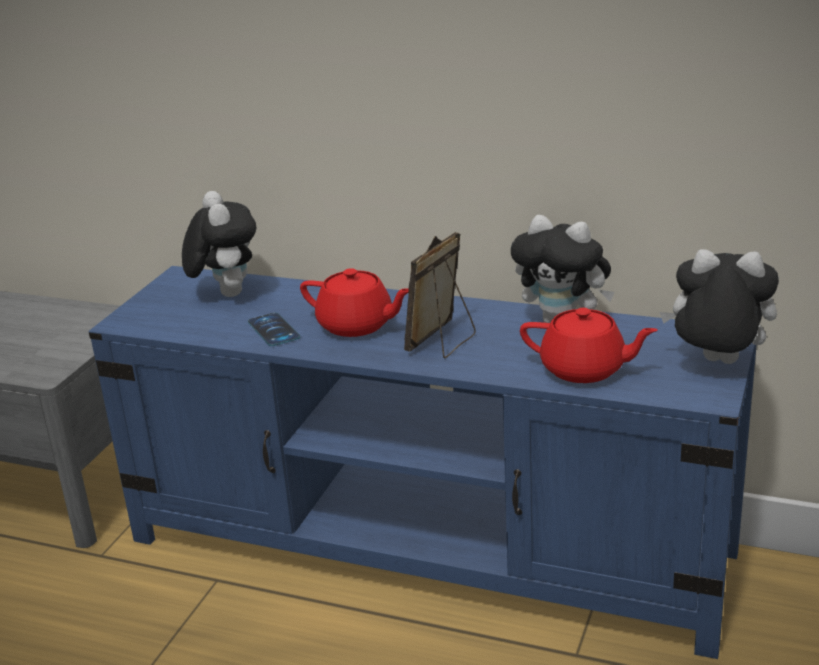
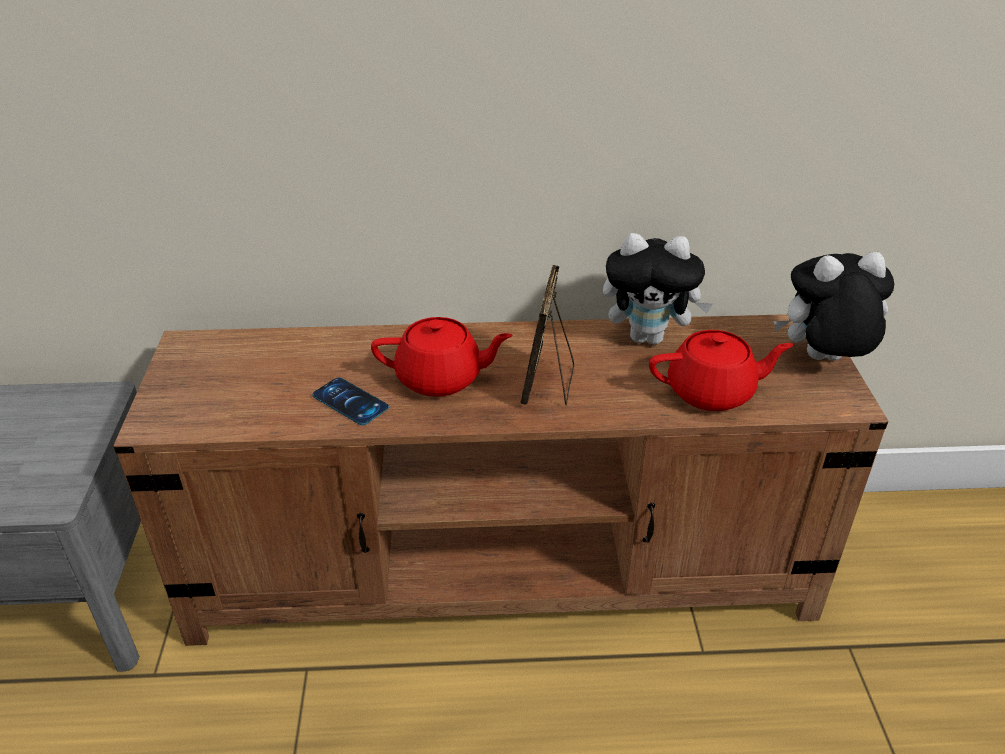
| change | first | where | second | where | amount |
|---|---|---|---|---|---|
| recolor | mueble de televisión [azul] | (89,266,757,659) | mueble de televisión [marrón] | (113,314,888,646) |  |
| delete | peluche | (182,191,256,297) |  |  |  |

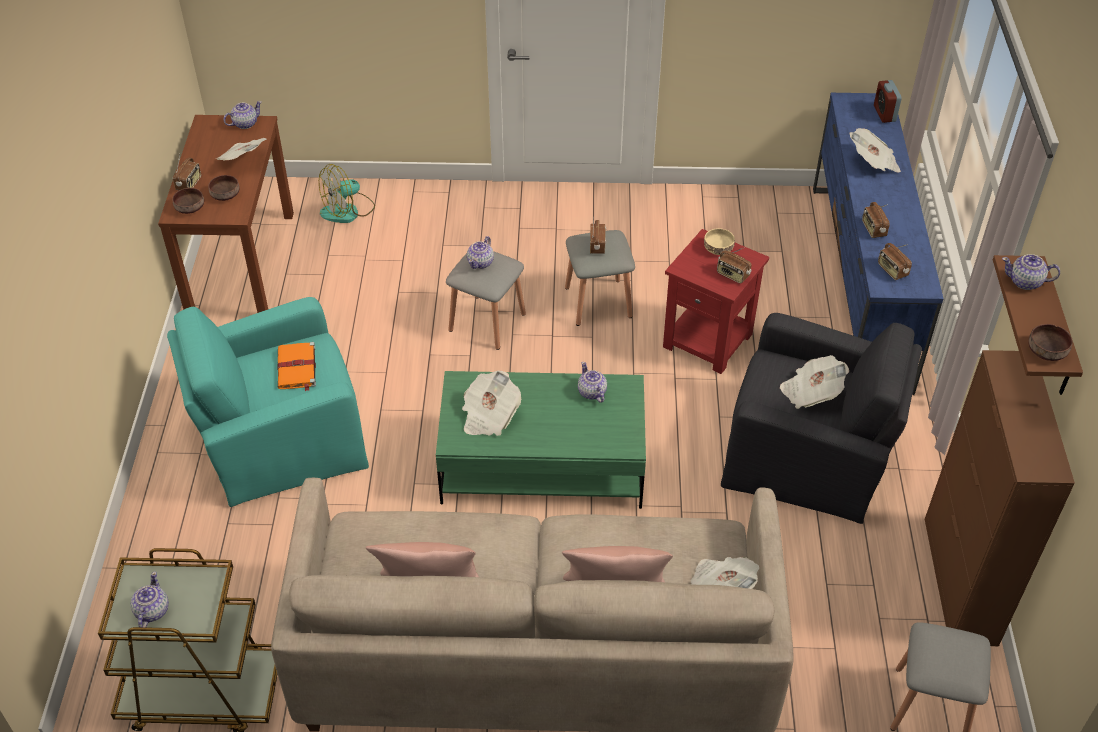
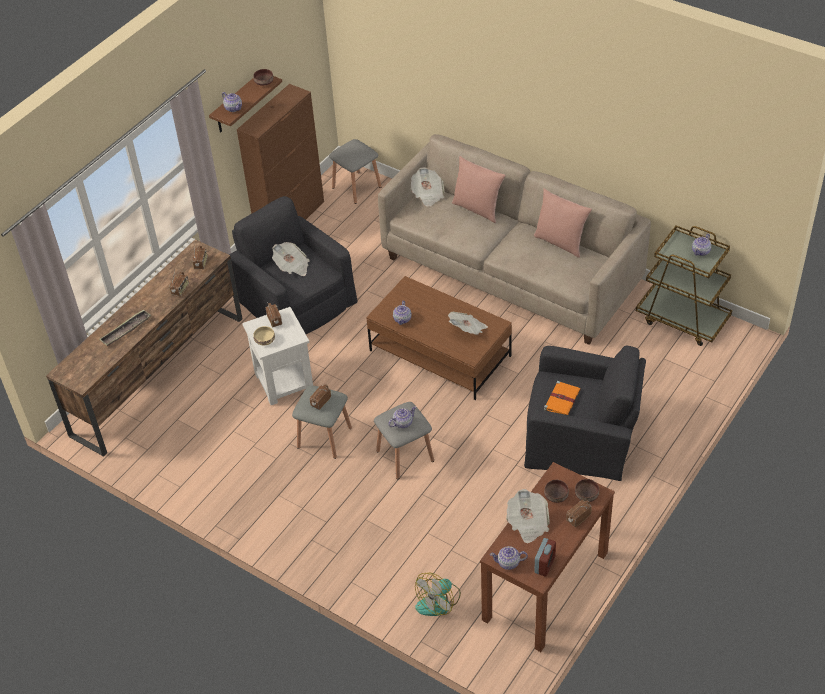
| change | first | where | second | where | amount |
|---|---|---|---|---|---|
| recolor | mueble de televisión [azul] | (813,93,944,395) | mueble de televisión [marrón] | (46,239,242,457) |  |
| replace | periódico | (849,128,901,172) | bandeja | (99,309,151,346) |  |
| recolor | mesa auxiliar [rojo] | (663,229,769,374) | mesa auxiliar [blanco] | (242,307,313,405) |  |
| recolor | mesa de centro [verde] | (436,371,646,509) | mesa de centro [marrón] | (366,276,512,400) |  |
| rotate | ventilador | (319,164,375,223) |  | (415,572,461,616) | 135 degrees clockwise |
| recolor | sillón [turquesa] | (167,297,369,507) | sillón [negro] | (524,346,646,481) |  |
| move | despertador | (874,80,902,123) |  | (534,538,556,577) |  |

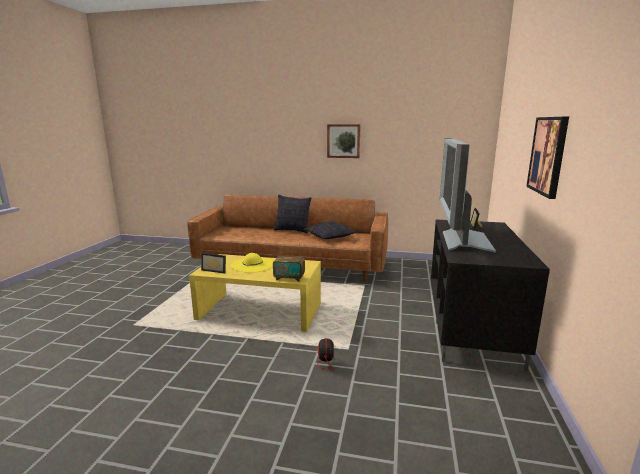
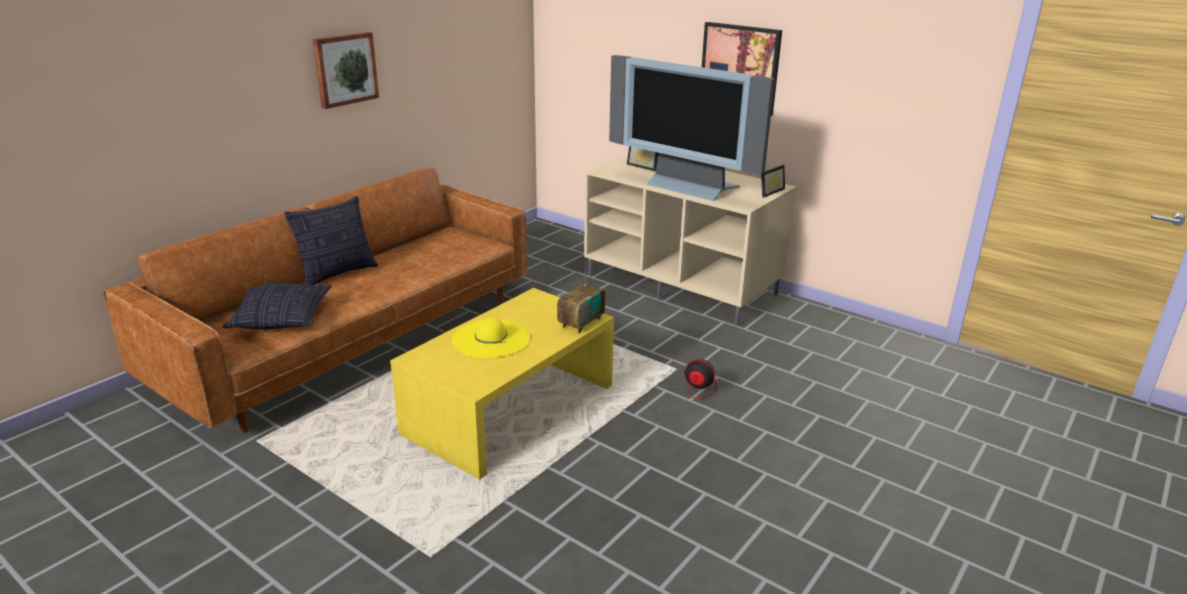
| change | first | where | second | where | amount |
|---|---|---|---|---|---|
| move | cojín | (304,222,357,239) |  | (222,283,332,329) |  |
| recolor | mueble de televisión [negro] | (431,220,550,372) | mueble de televisión [beis] | (584,155,796,326) |  |
| move | portarretratos | (201,253,226,274) |  | (761,165,785,198) |  |

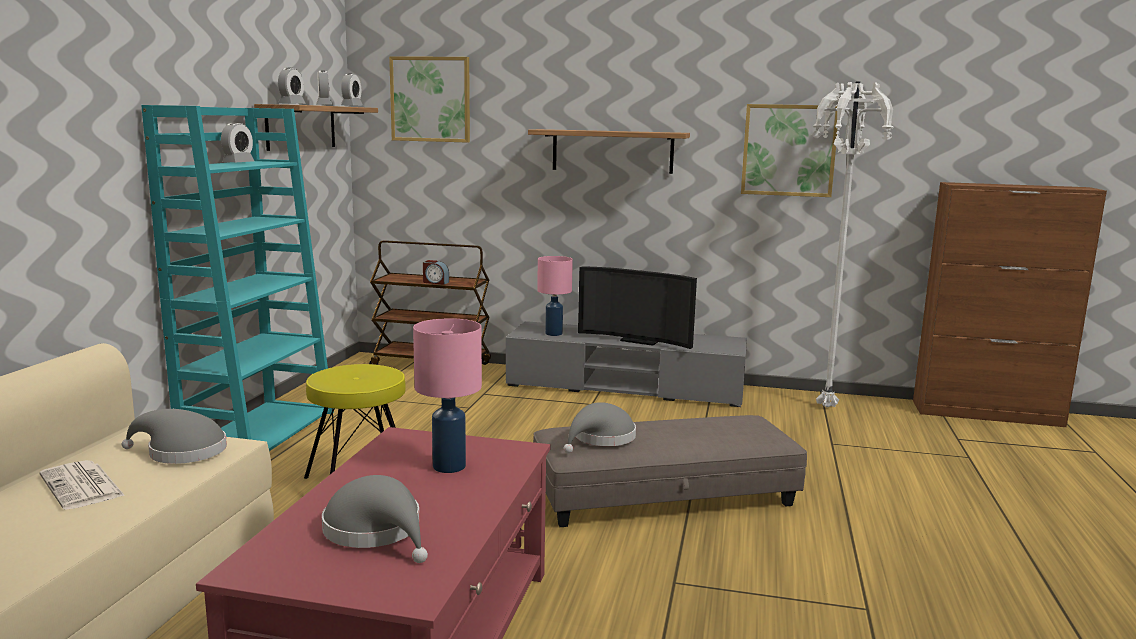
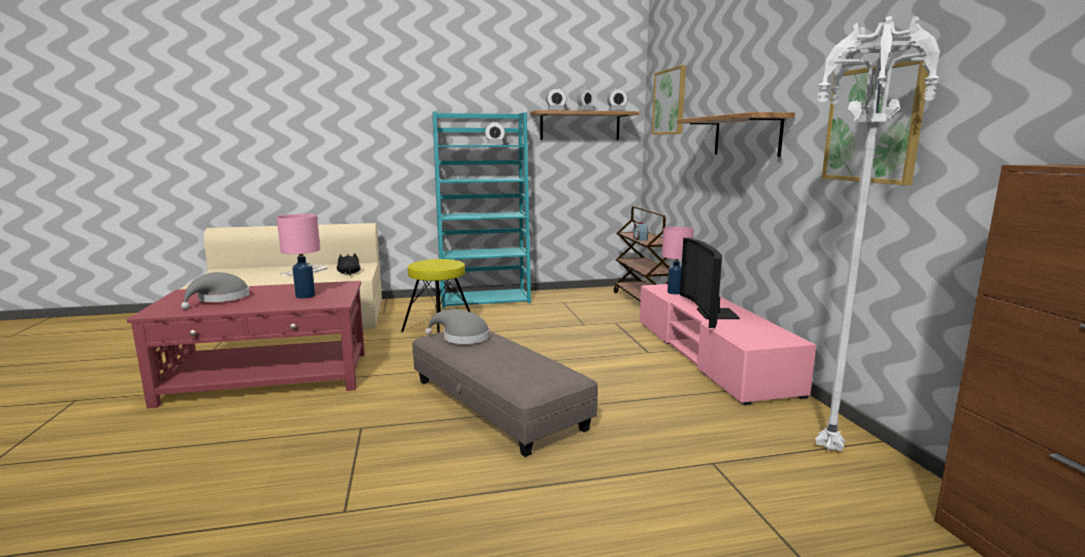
| change | first | where | second | where | amount |
|---|---|---|---|---|---|
| replace | sombrero [gris] | (122,409,227,464) | peluche [negro] | (337,253,361,276) |  |
| recolor | mueble de televisión [gris] | (506,321,747,407) | mueble de televisión [rosa] | (640,284,816,405) |  |

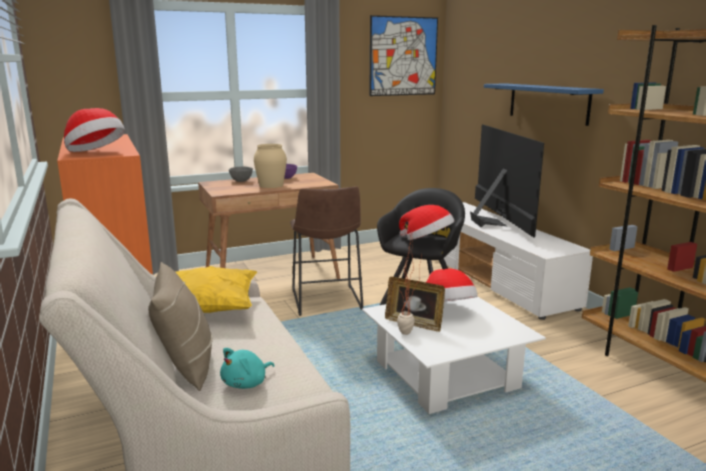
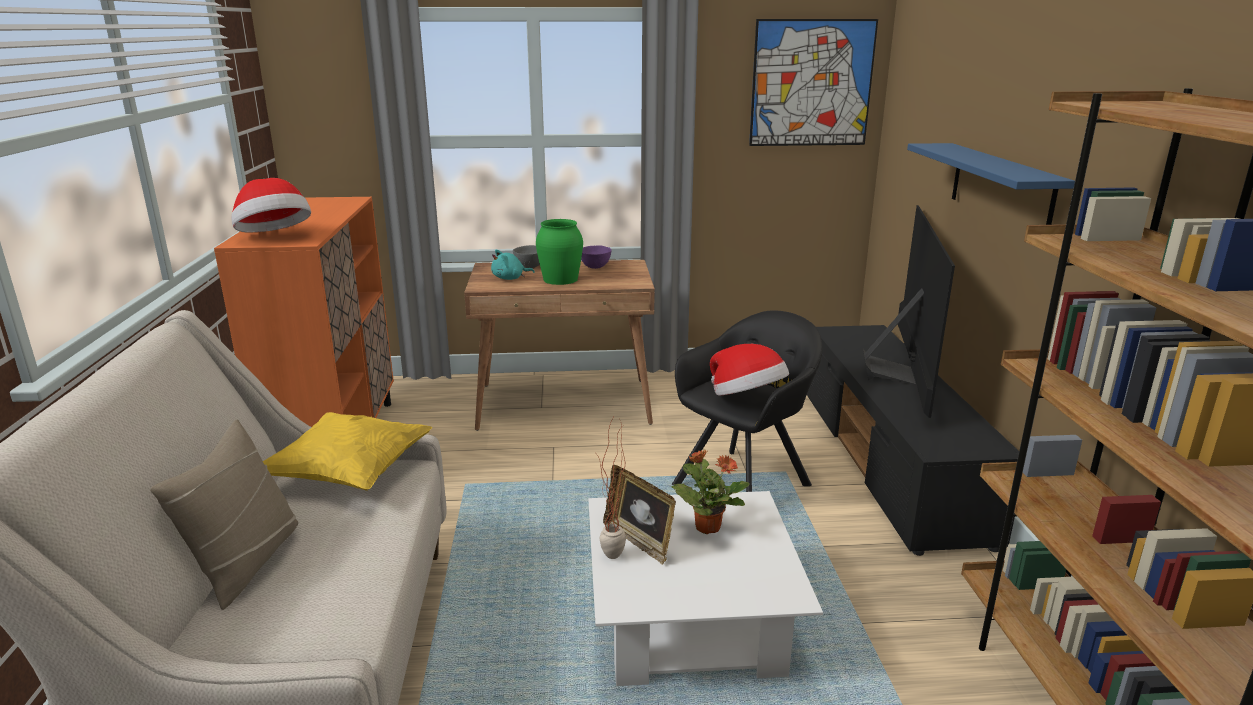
| change | first | where | second | where | amount |
|---|---|---|---|---|---|
| move | peluche [turquesa] | (220,348,274,389) |  | (491,250,535,280) |  |
| recolor | florero [beis] | (254,144,287,188) | florero [verde] | (536,219,583,285) |  |
| replace | sombrero | (426,268,478,301) | planta en maceta | (672,450,750,534) |  |
| recolor | mueble de televisión [blanco] | (444,202,593,320) | mueble de televisión [negro] | (807,325,1019,556) |  |
| delete | taburete [marrón] | (290,186,363,316) |  |  |  |

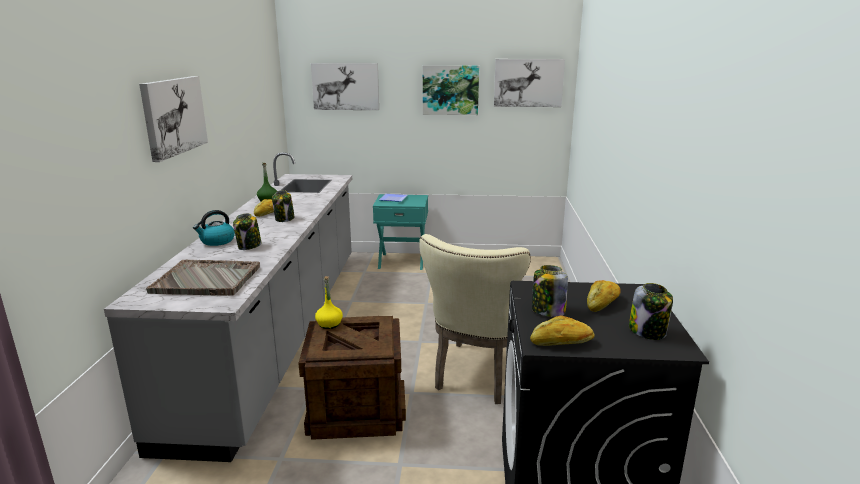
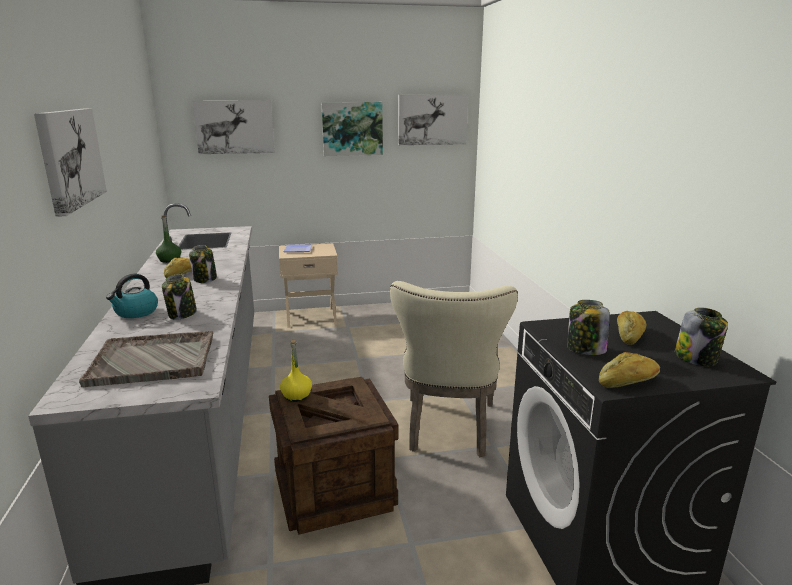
| change | first | where | second | where | amount |
|---|---|---|---|---|---|
| recolor | mesita de noche [turquesa] | (373,194,428,270) | mesita de noche [beis] | (279,243,338,328) |  |

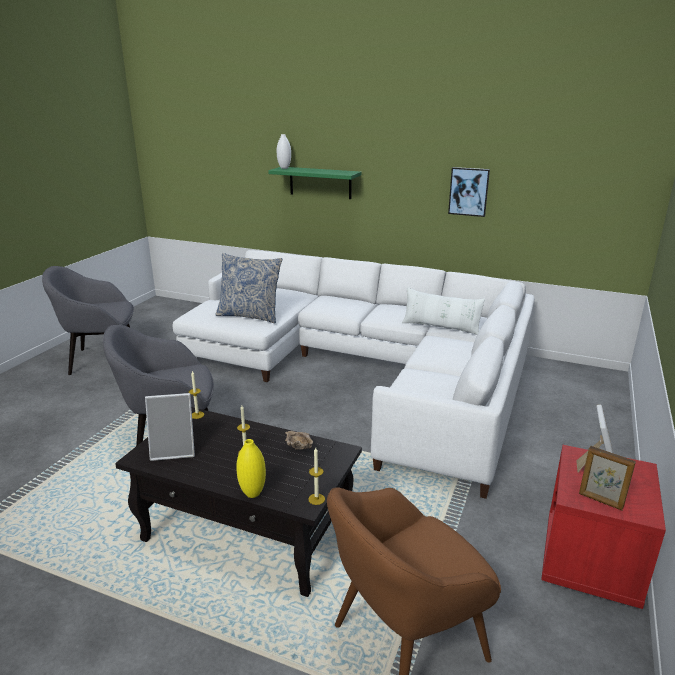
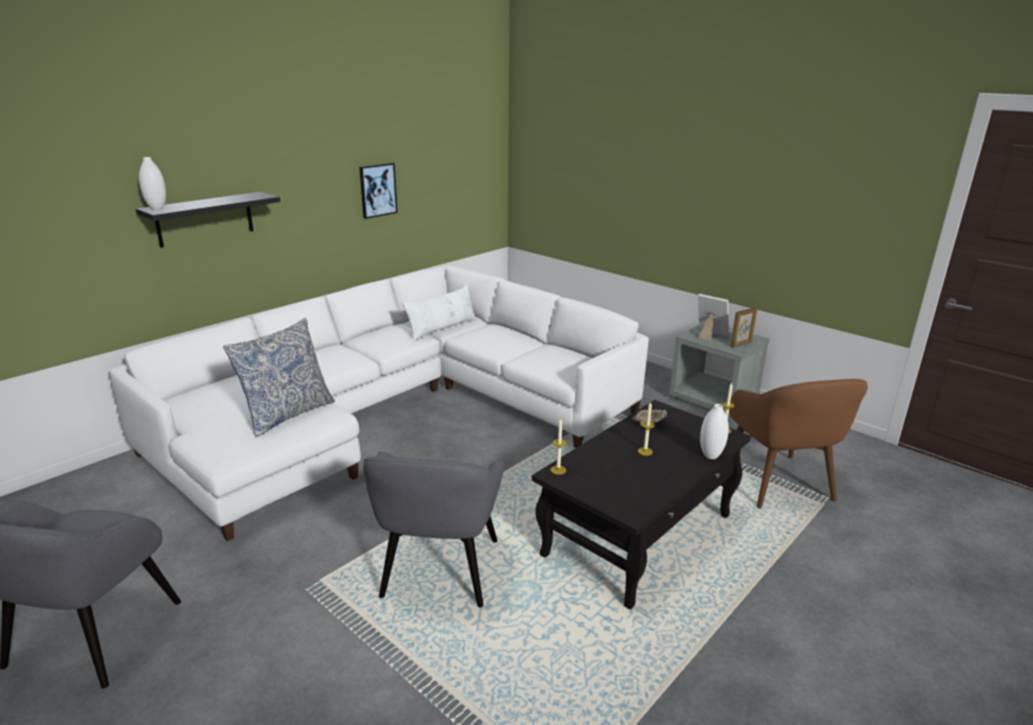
| change | first | where | second | where | amount |
|---|---|---|---|---|---|
| recolor | estante [verde] | (268,167,361,199) | estante [negro] | (136,192,281,247) |  |
| recolor | mesita de noche [rojo] | (541,445,666,609) | mesita de noche [gris] | (669,325,770,418) |  |
| recolor | florero [amarillo] | (236,439,266,498) | florero [blanco] | (700,404,729,459) |  |
| delete | portarretratos | (145,393,195,461) |  |  |  |

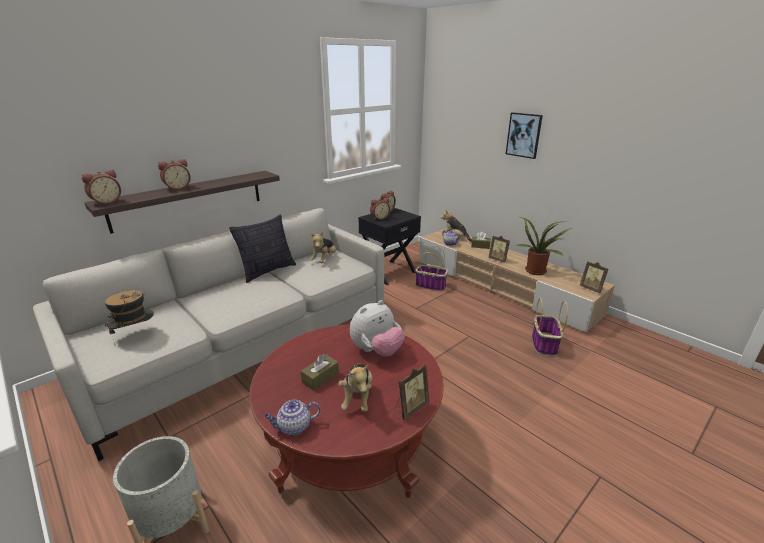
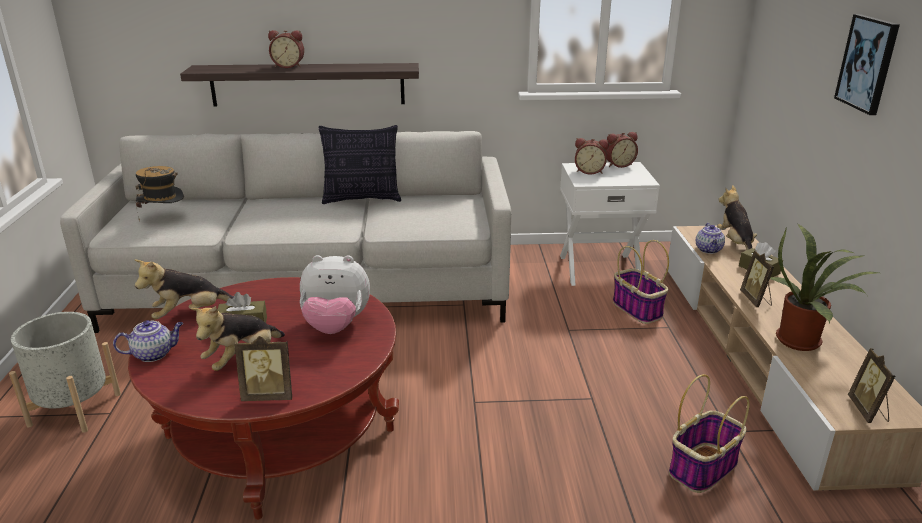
| change | first | where | second | where | amount |
|---|---|---|---|---|---|
| rotate | tetera | (264,400,321,436) |  | (113,320,183,362) | 135 degrees clockwise |
| move | peluche | (309,232,336,263) |  | (135,260,234,319) |  |
| recolor | mesita de noche [negro] | (358,208,421,286) | mesita de noche [blanco] | (560,162,660,286) |  |
| delete | despertador | (82,170,121,206) |  |  |  |

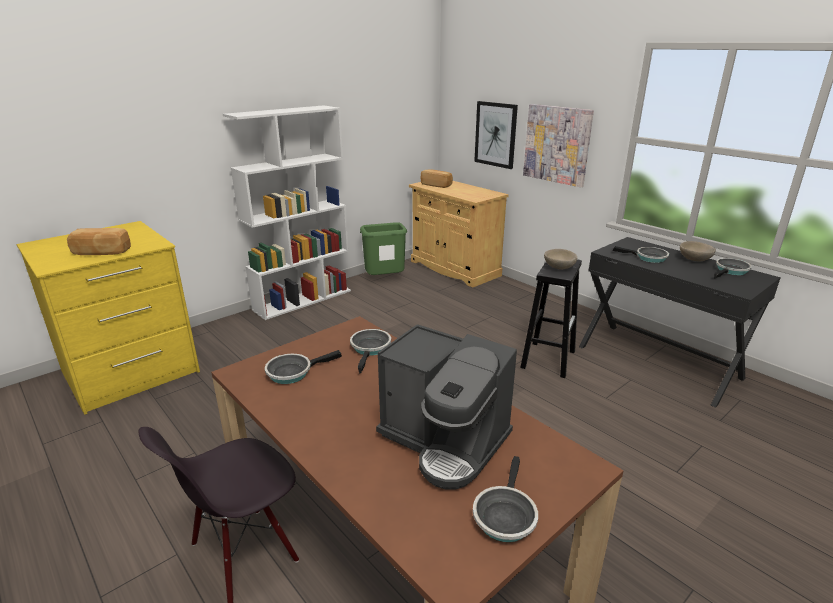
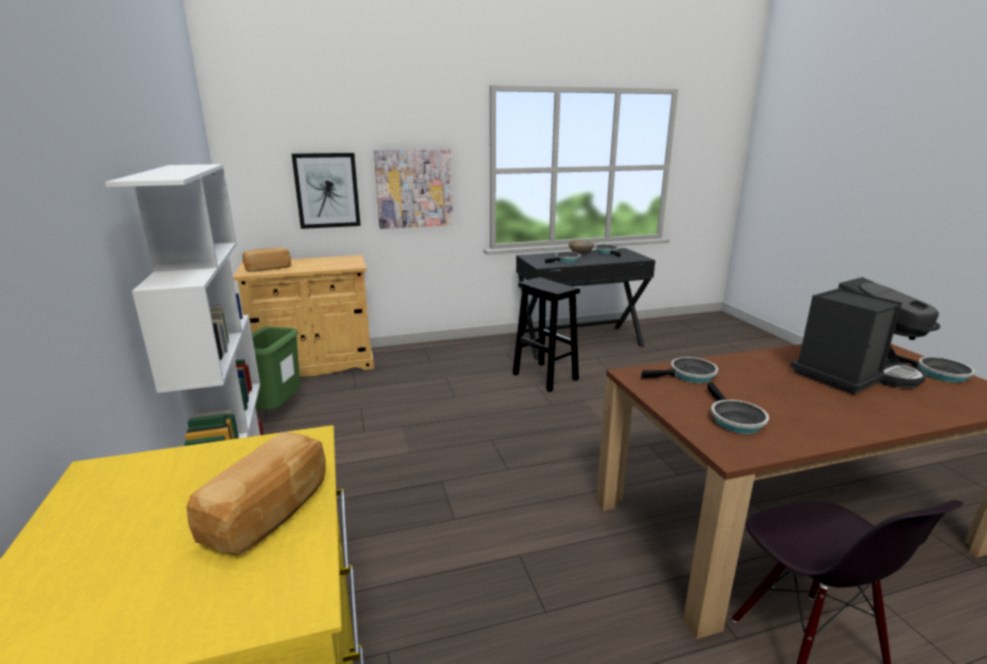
| change | first | where | second | where | amount |
|---|---|---|---|---|---|
| rotate | sartén | (350,329,391,374) |  | (641,357,718,383) | 135 degrees clockwise |
| delete | cuenco [beis] | (544,249,577,269) |  |  |  |

